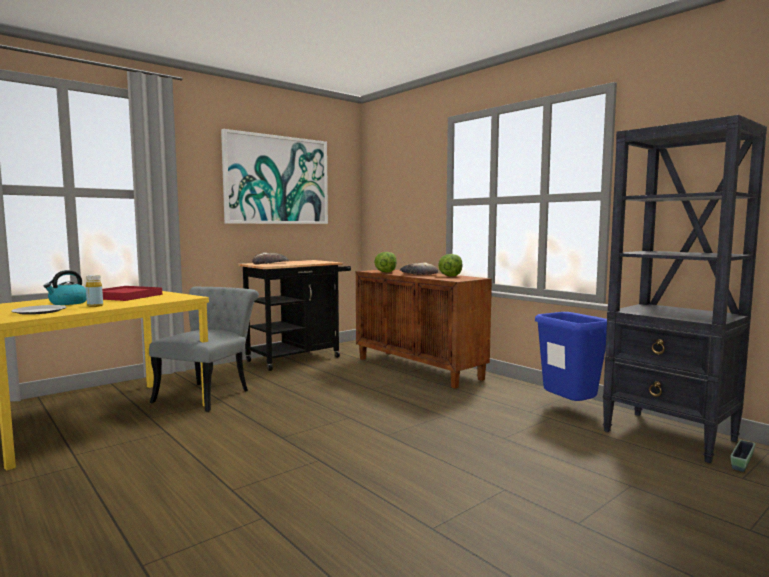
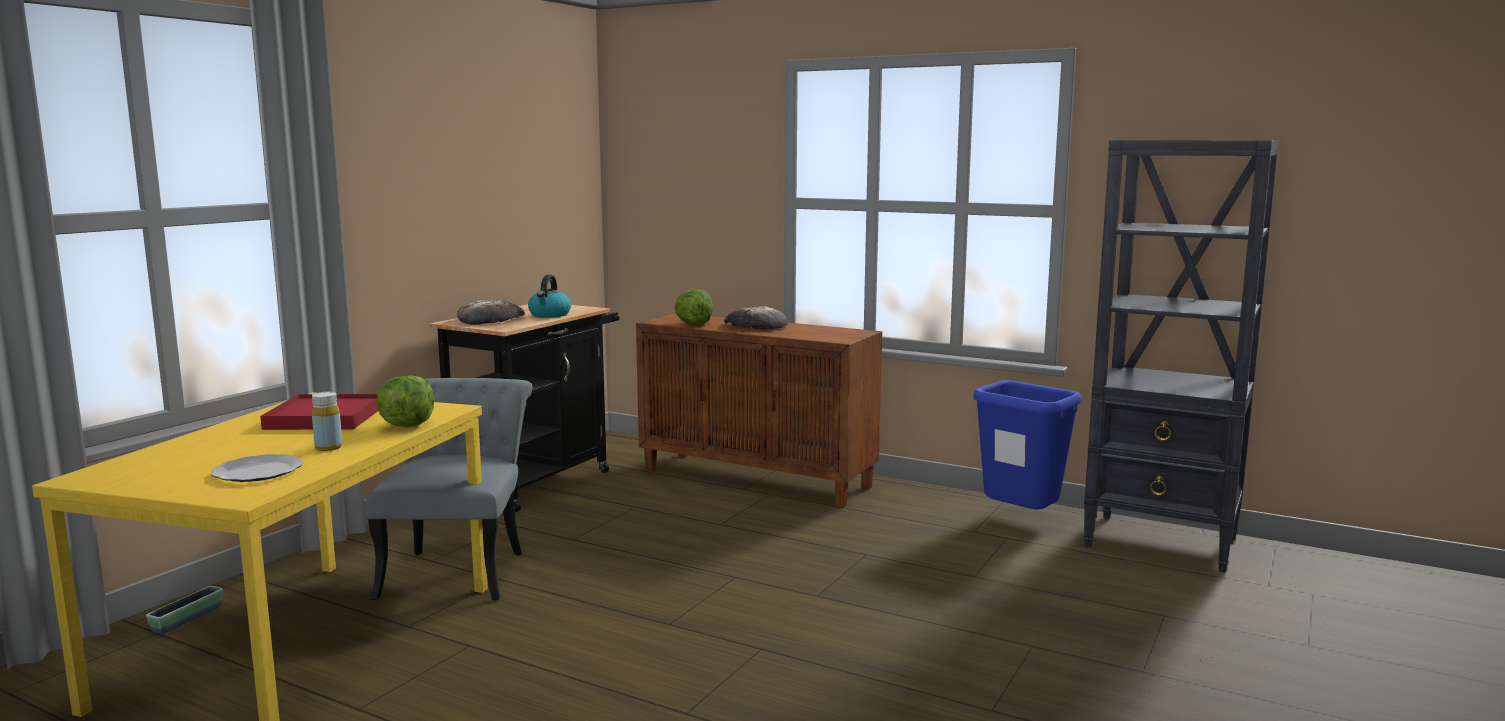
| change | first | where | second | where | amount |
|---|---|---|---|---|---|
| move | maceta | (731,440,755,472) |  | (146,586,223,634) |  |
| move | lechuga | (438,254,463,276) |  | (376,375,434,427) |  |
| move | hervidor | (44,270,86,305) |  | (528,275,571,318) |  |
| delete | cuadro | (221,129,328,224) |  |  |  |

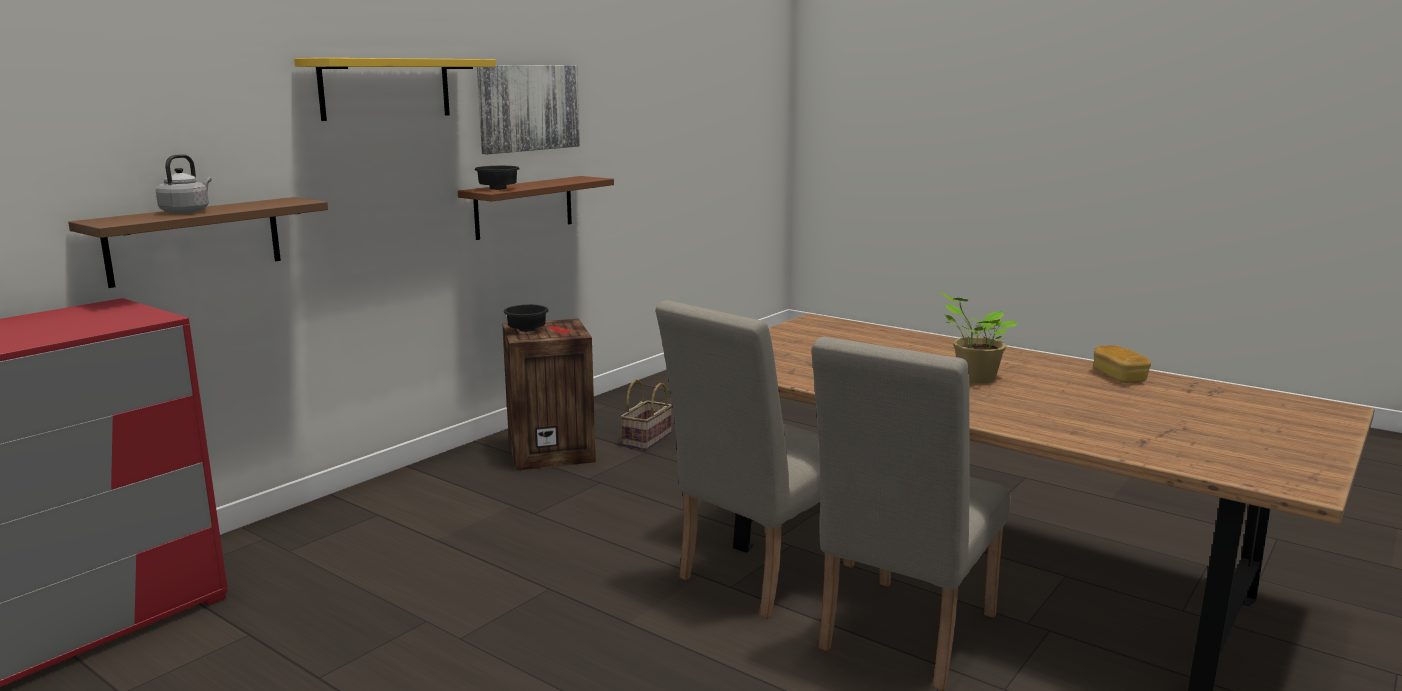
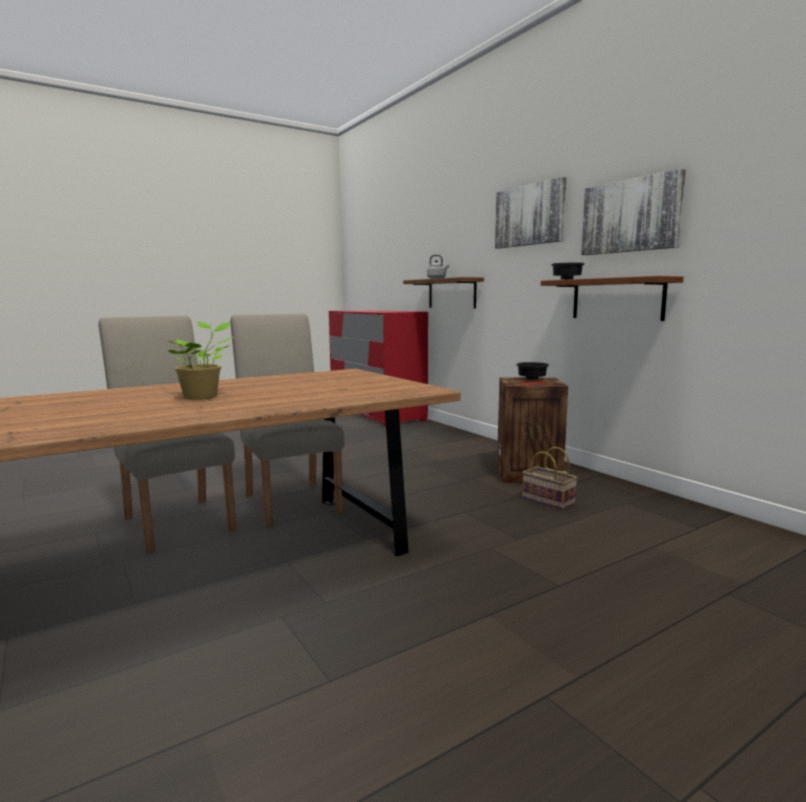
| change | first | where | second | where | amount |
|---|---|---|---|---|---|
| replace | estante [amarillo] | (294,58,496,121) | cuadro | (495,177,566,249) |  |
| delete | pan | (1094,345,1151,383) |  |  |  |

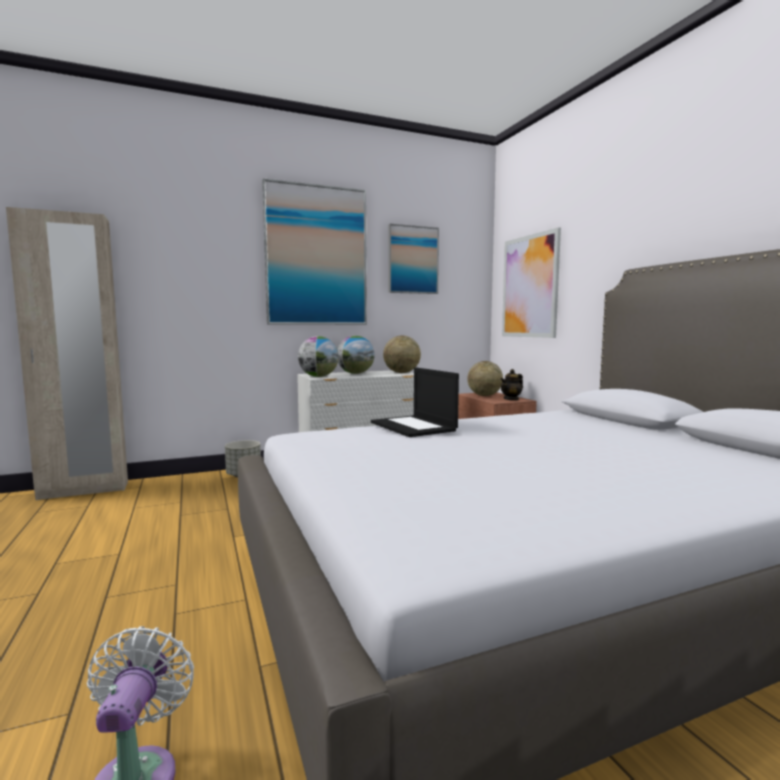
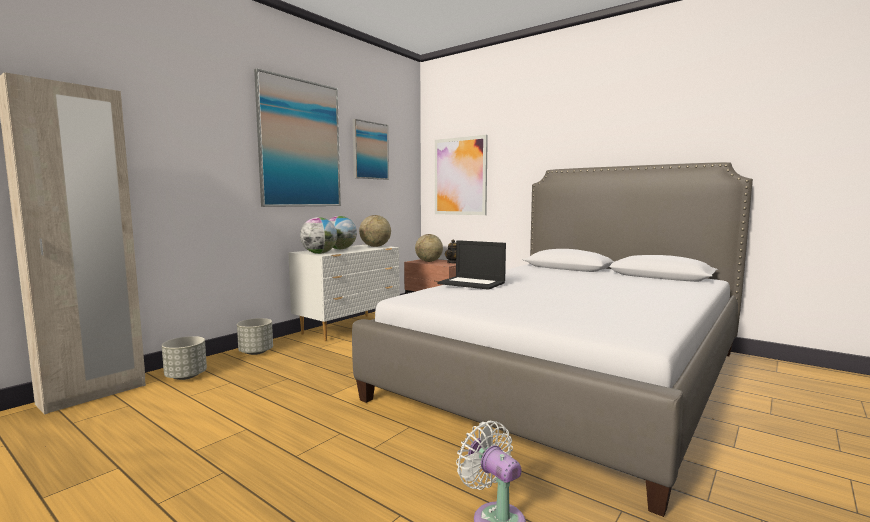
| change | first | where | second | where | amount |
|---|---|---|---|---|---|
| insert |  |  | maceta [gris] | (162,336,207,380) |  |

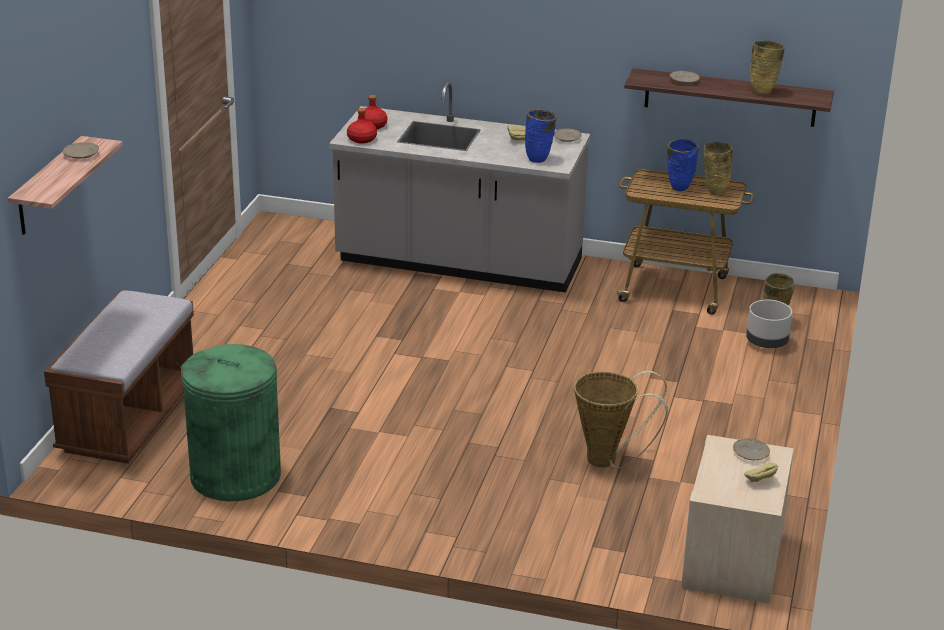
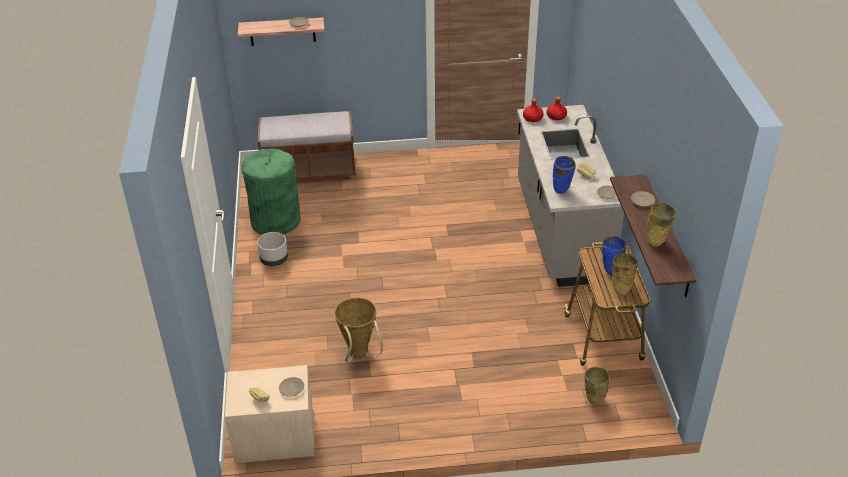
| change | first | where | second | where | amount |
|---|---|---|---|---|---|
| move | maceta [gris] | (746,300,792,348) |  | (257,232,288,266) |  |

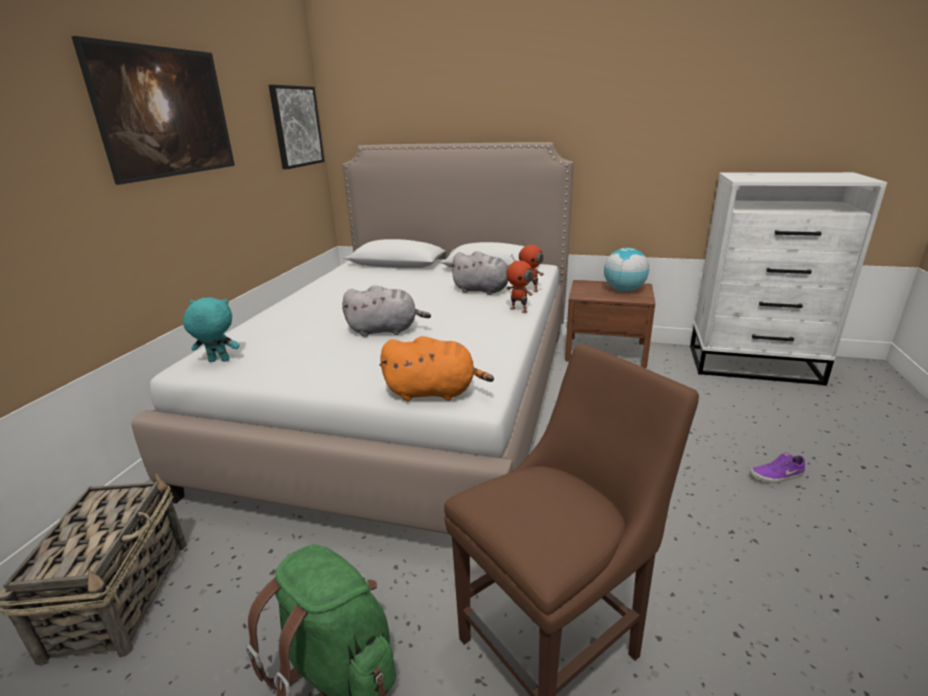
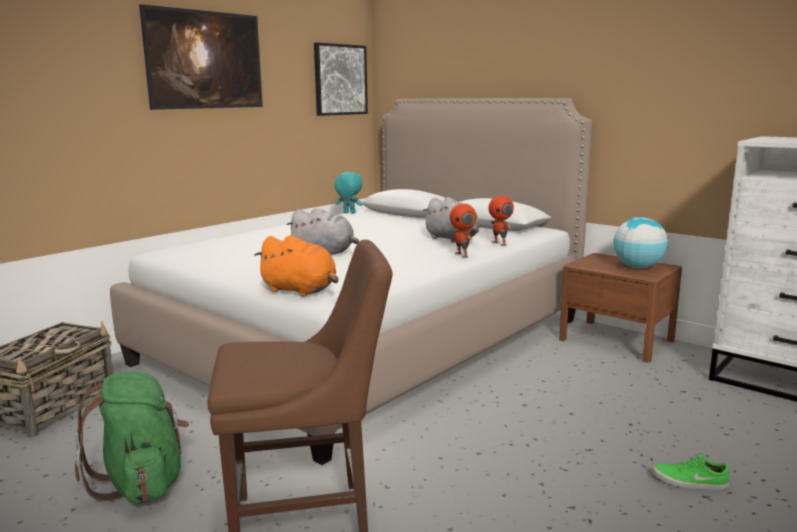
| change | first | where | second | where | amount |
|---|---|---|---|---|---|
| move | peluche [turquesa] | (183,298,239,362) |  | (334,172,363,214) |  |
| recolor | zapato [morado] | (750,452,805,483) | zapato [verde] | (652,454,729,490) |  |

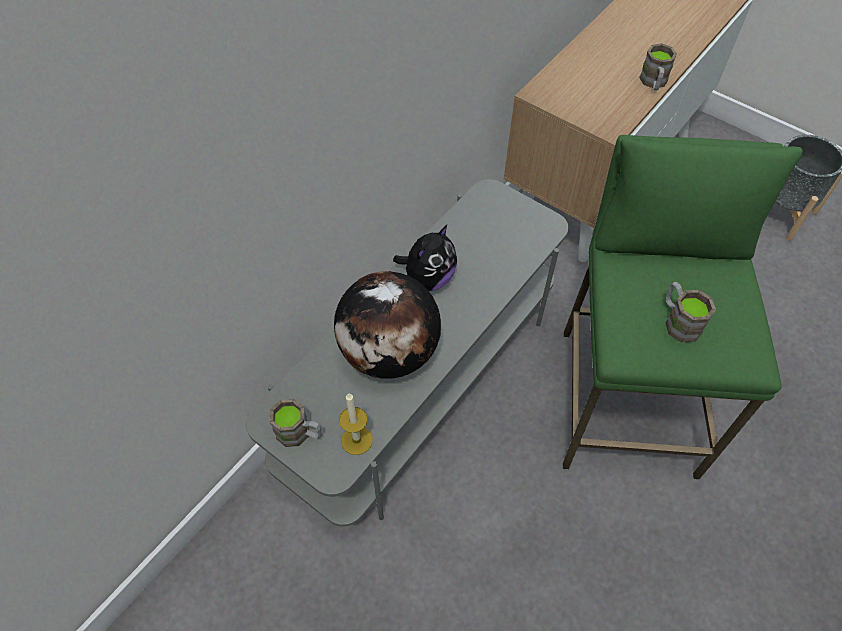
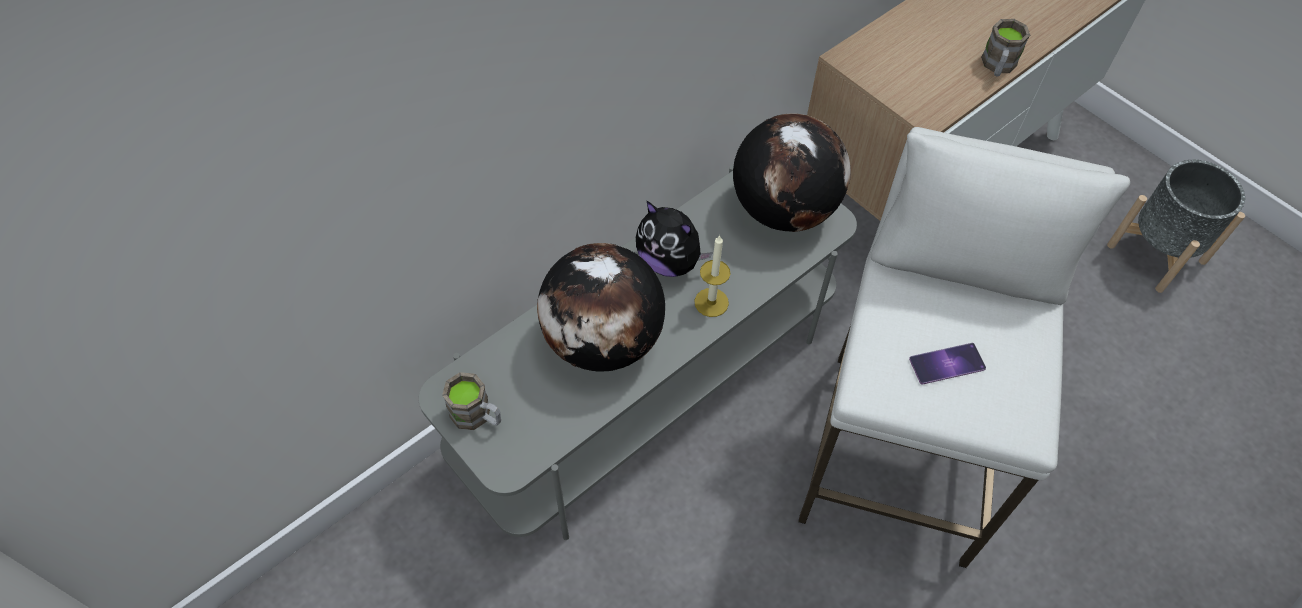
| change | first | where | second | where | amount |
|---|---|---|---|---|---|
| rotate | peluche | (393,225,457,291) |  | (636,200,713,277) | 75 degrees clockwise |
| move | vela | (339,393,373,455) |  | (694,235,730,317) |  |
| insert |  |  | globo terráqueo | (733,113,851,232) |  |
| recolor | taburete [verde] | (563,135,803,479) | taburete [blanco] | (798,127,1130,568) |  |
| replace | taza grande [marrón] | (665,282,716,343) | móvil | (909,343,986,385) |  |

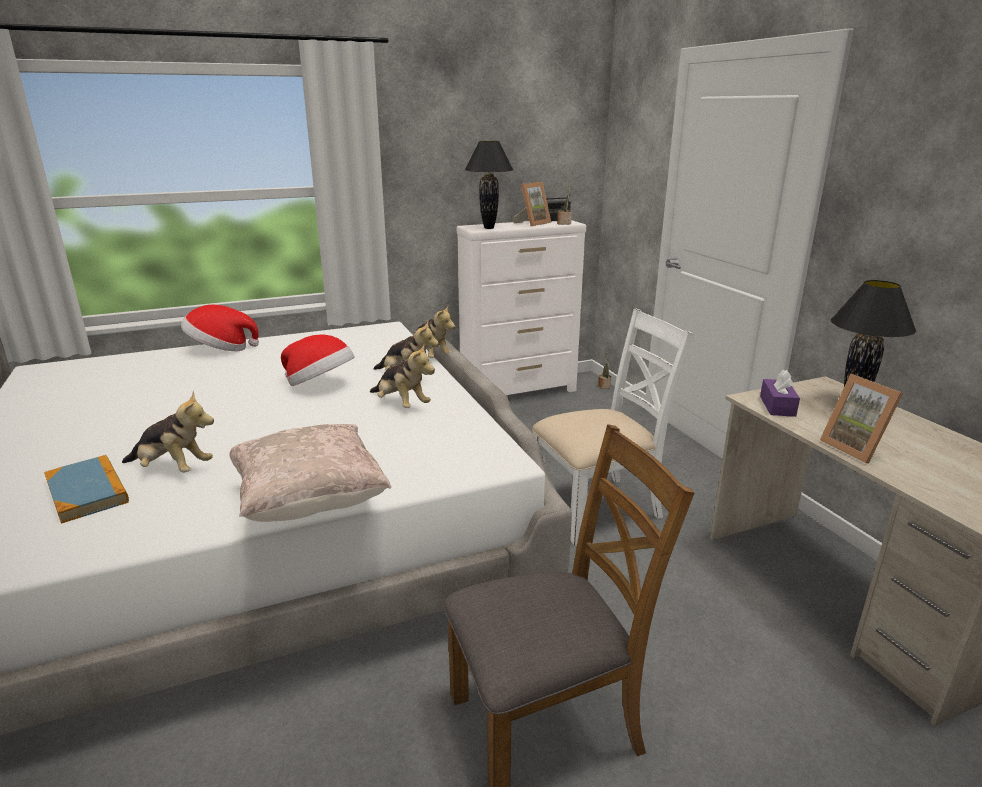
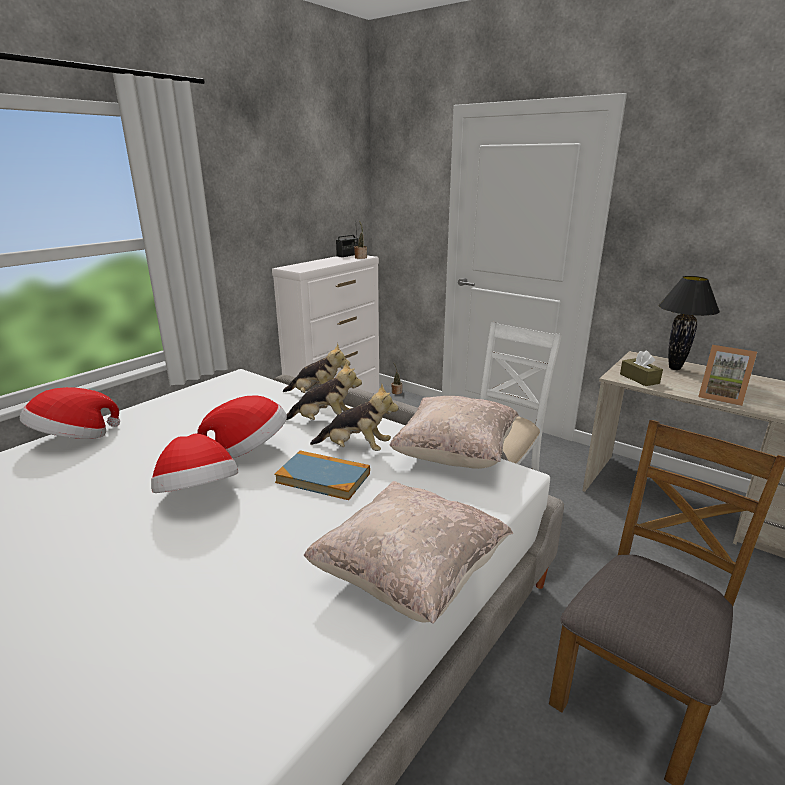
| change | first | where | second | where | amount |
|---|---|---|---|---|---|
| insert |  |  | sombrero | (151,433,238,493) |  |
| move | libro | (44,455,129,524) |  | (274,450,370,500) |  |
| insert |  |  | cojín [beis] | (390,396,519,469) |  |
| recolor | caja de pañuelos [morado] | (760,370,800,417) | caja de pañuelos [marrón] | (620,350,663,386) |  |
| delete | peluche | (122,391,214,473) |  |  |  |
| delete | lámpara de mesa [negro] | (465,141,513,229) |  |  |  |
| delete | portarretratos | (514,182,551,226) |  |  |  |

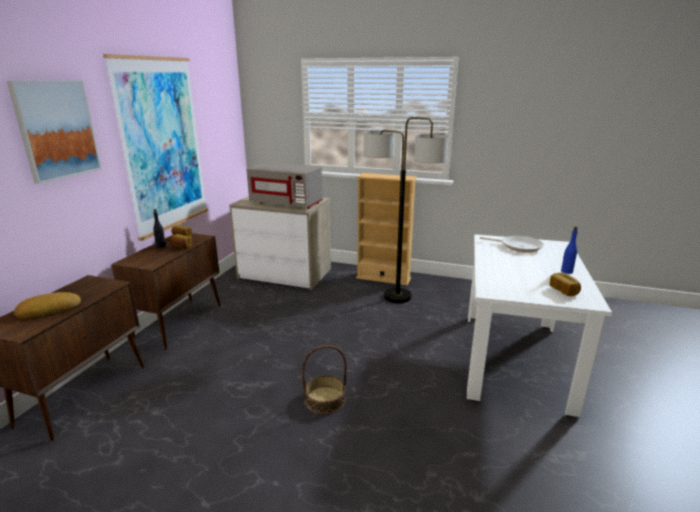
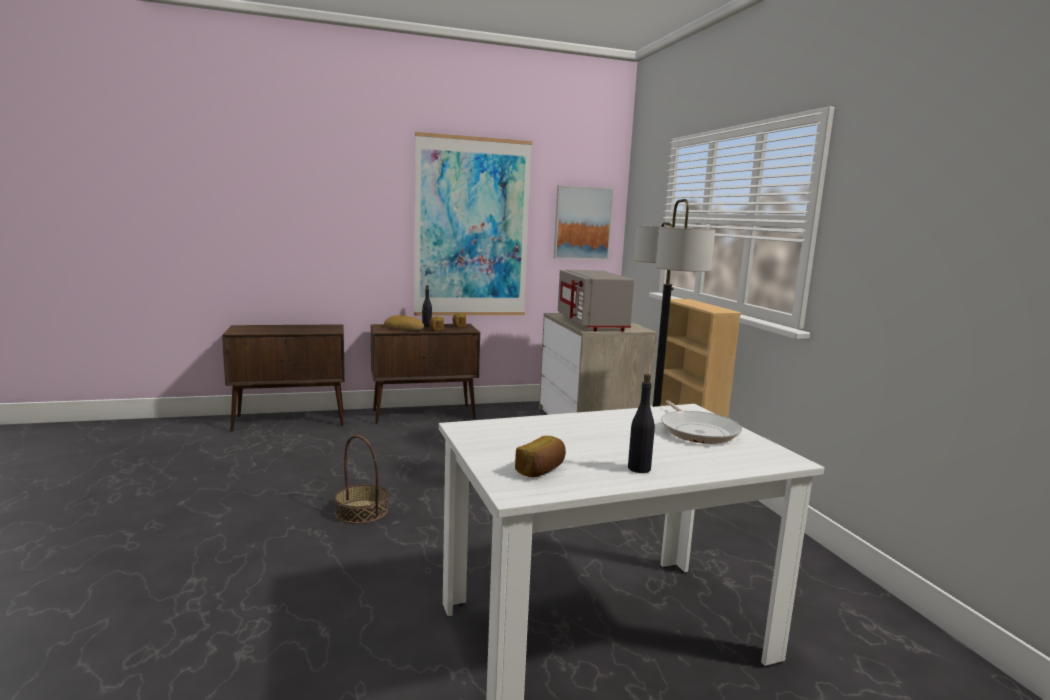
| change | first | where | second | where | amount |
|---|---|---|---|---|---|
| move | pan | (14,292,81,318) |  | (384,315,424,330) |  |
| move | cuadro | (7,80,102,184) |  | (554,185,614,260) |  |
| recolor | botella [azul] | (561,227,578,274) | botella [negro] | (628,374,655,473) |  |

